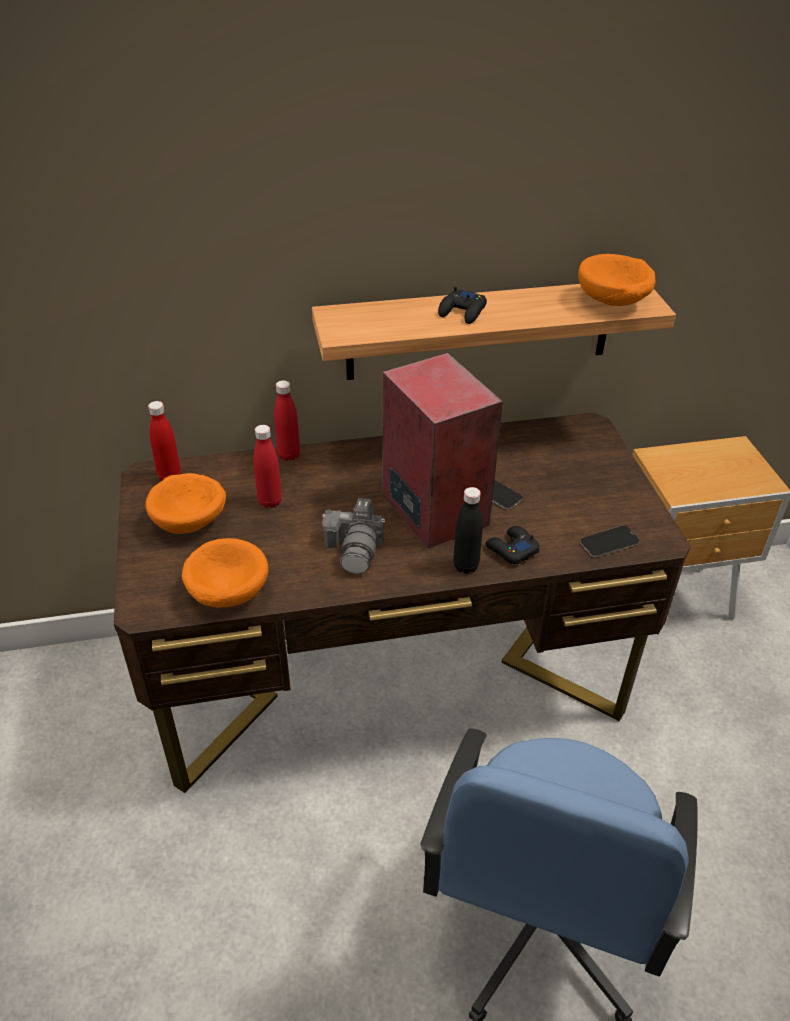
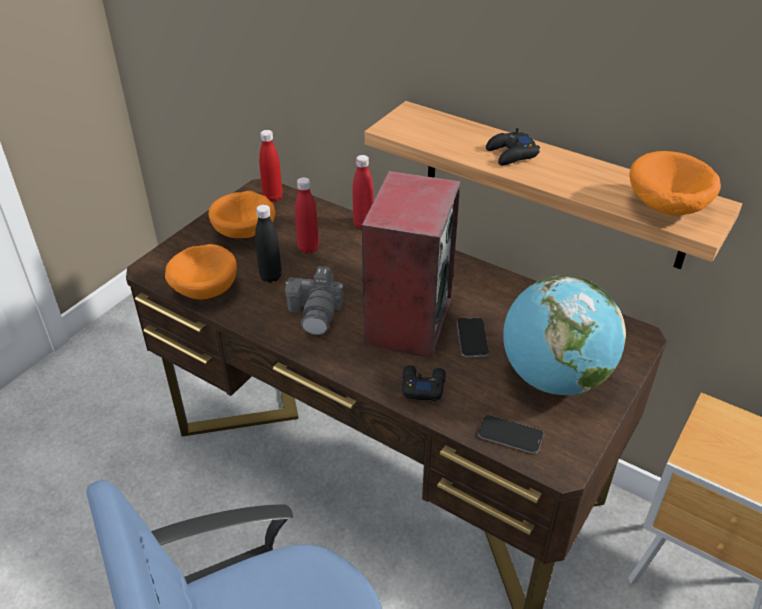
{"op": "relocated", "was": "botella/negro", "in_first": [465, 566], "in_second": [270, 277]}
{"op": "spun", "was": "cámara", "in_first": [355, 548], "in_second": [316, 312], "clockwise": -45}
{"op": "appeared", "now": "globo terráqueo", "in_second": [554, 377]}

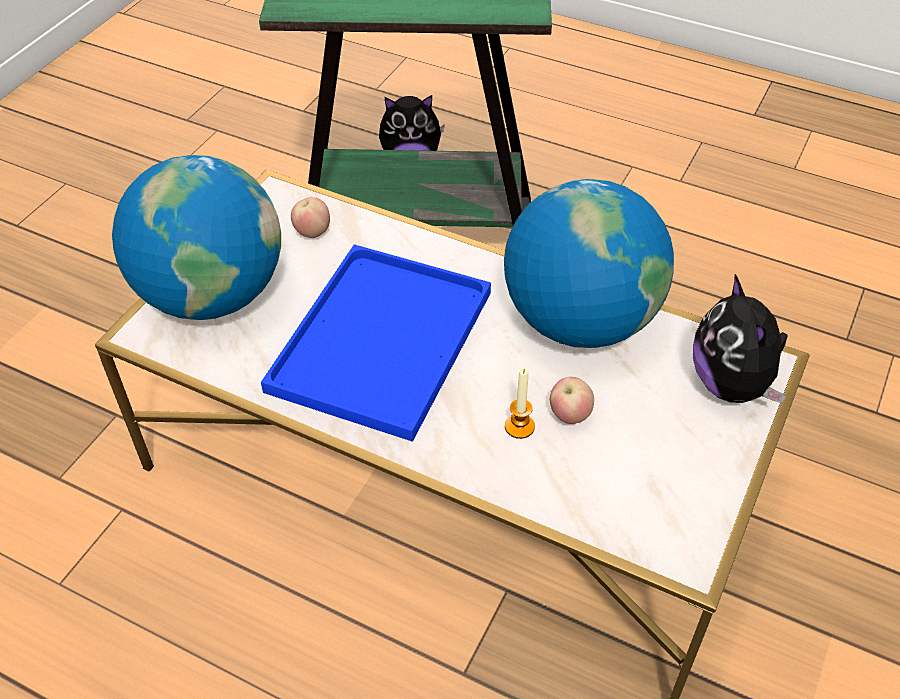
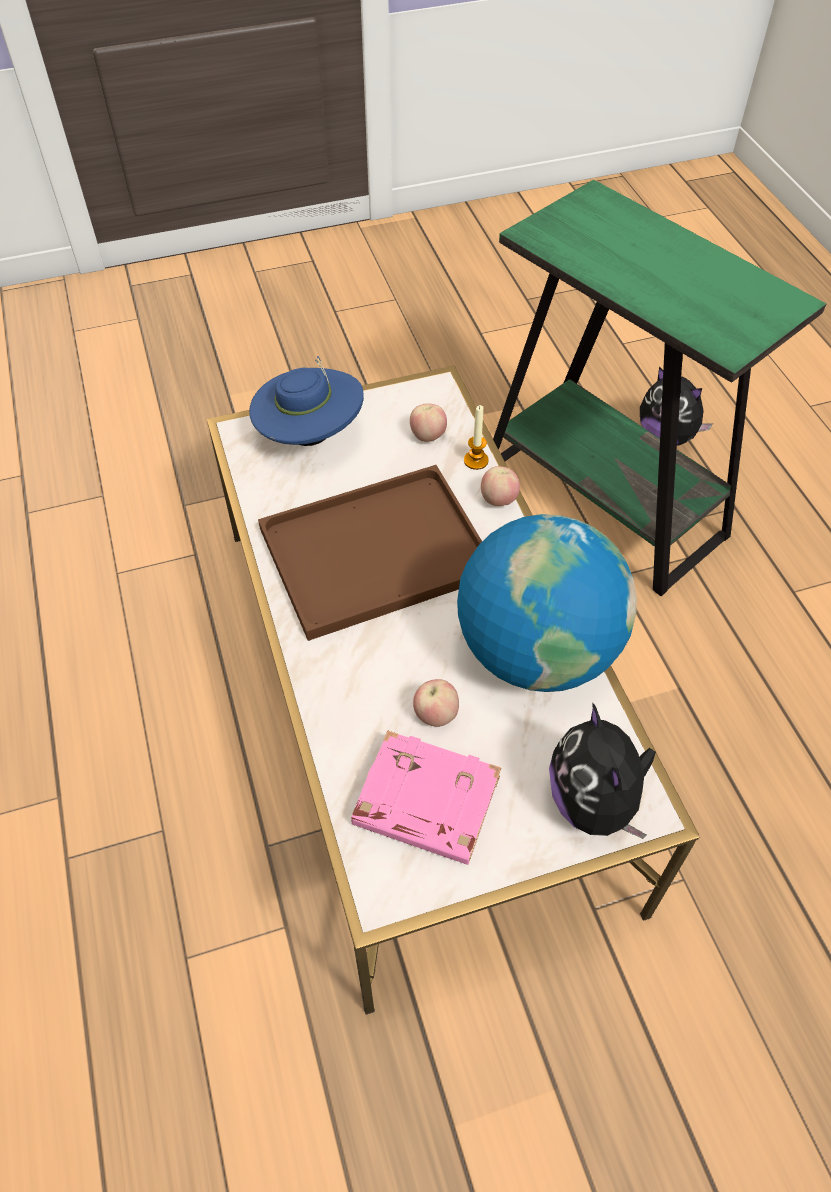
{"op": "exchanged", "was": "globo terráqueo", "now": "sombrero/azul", "in_first": [212, 295], "in_second": [310, 435]}
{"op": "colour", "was": "bandeja/azul", "now": "bandeja/marrón", "in_first": [381, 344], "in_second": [372, 555]}
{"op": "spun", "was": "peluche", "in_first": [732, 384], "in_second": [594, 802], "clockwise": -45}
{"op": "relocated", "was": "vela", "in_first": [519, 426], "in_second": [476, 460]}
{"op": "appeared", "now": "manzana", "in_second": [498, 500]}
{"op": "appeared", "now": "libro/rosa", "in_second": [424, 803]}

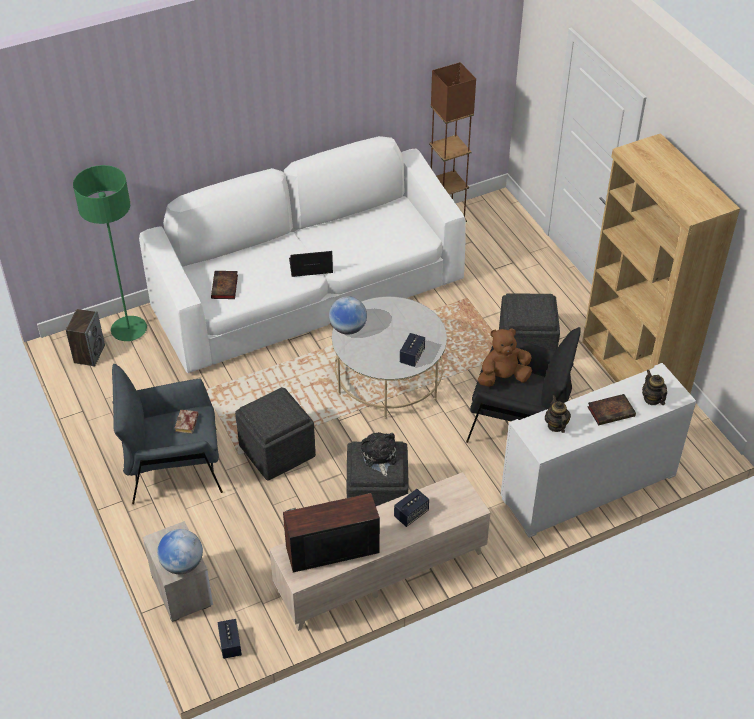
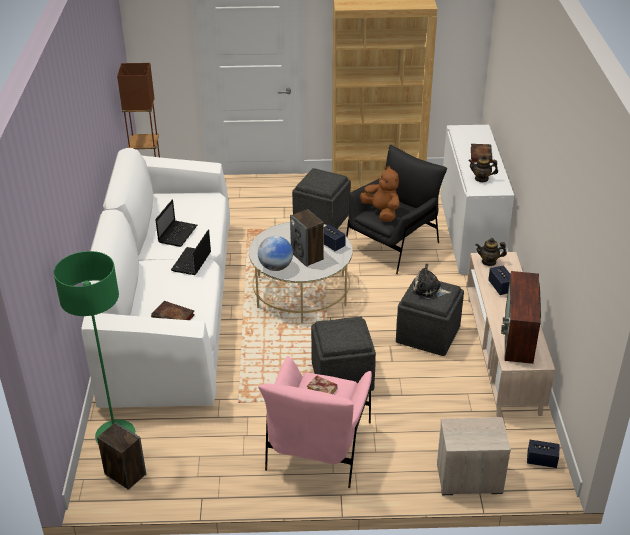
{"op": "spun", "was": "peluche/marrón", "in_first": [503, 377], "in_second": [382, 212], "clockwise": 135}
{"op": "colour", "was": "sillón/gris", "now": "sillón/rosa", "in_first": [173, 465], "in_second": [318, 447]}
{"op": "relocated", "was": "tetera", "in_first": [652, 399], "in_second": [489, 261]}
{"op": "missing", "was": "globo terráqueo", "in_first": [182, 564]}
{"op": "appeared", "now": "portátil", "in_second": [178, 233]}
{"op": "appeared", "now": "altavoz", "in_second": [307, 256]}

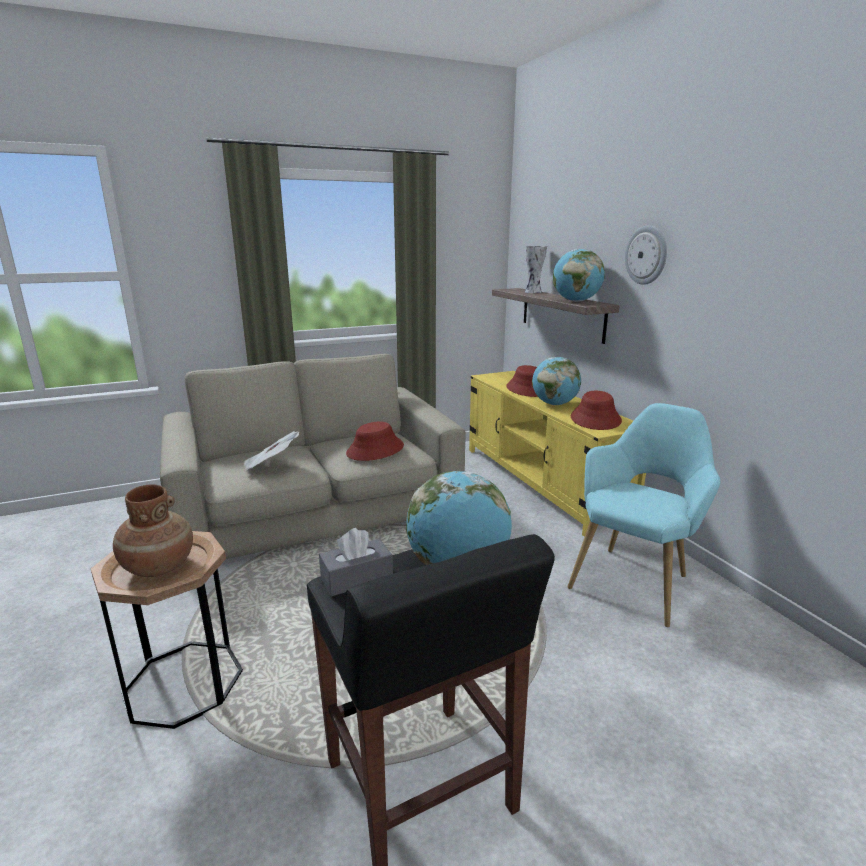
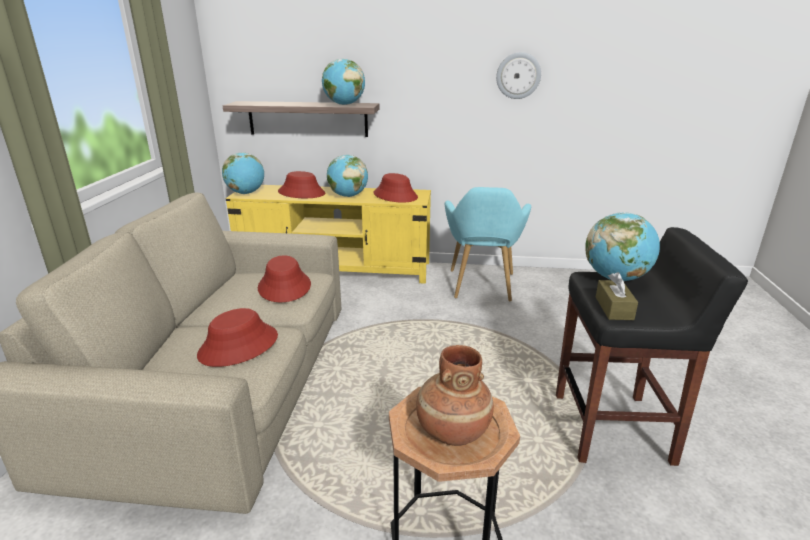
{"op": "relocated", "was": "reloj de pared", "in_first": [646, 255], "in_second": [518, 75]}
{"op": "missing", "was": "florero", "in_first": [533, 292]}
{"op": "spun", "was": "sillón/turquesa", "in_first": [635, 580], "in_second": [481, 288], "clockwise": -150}
{"op": "exchanged", "was": "periódico", "now": "sombrero/rojo", "in_first": [271, 465], "in_second": [238, 346]}
{"op": "colour", "was": "caja de pañuelos/gris", "now": "caja de pañuelos/marrón", "in_first": [356, 578], "in_second": [614, 308]}
{"op": "appeared", "now": "globo terráqueo", "in_second": [246, 193]}

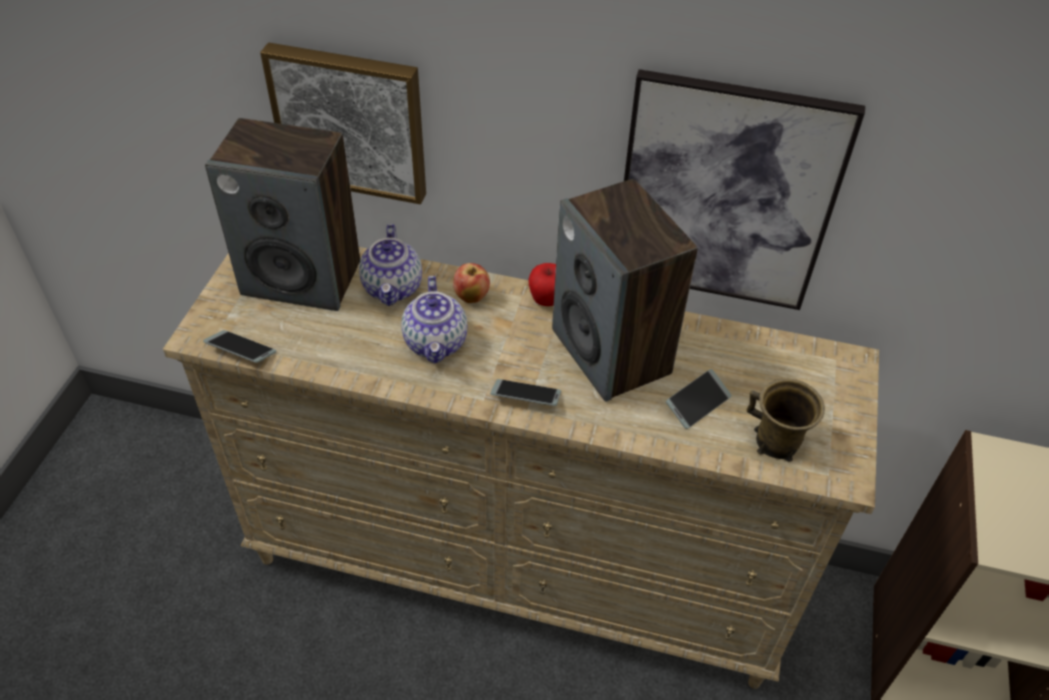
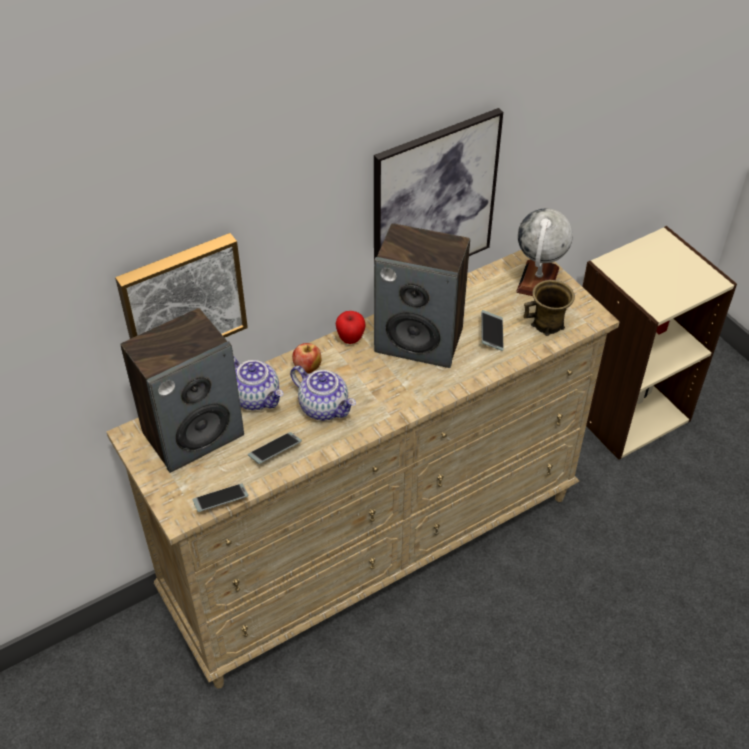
{"op": "relocated", "was": "móvil", "in_first": [525, 397], "in_second": [275, 451]}
{"op": "appeared", "now": "globo terráqueo", "in_second": [538, 280]}

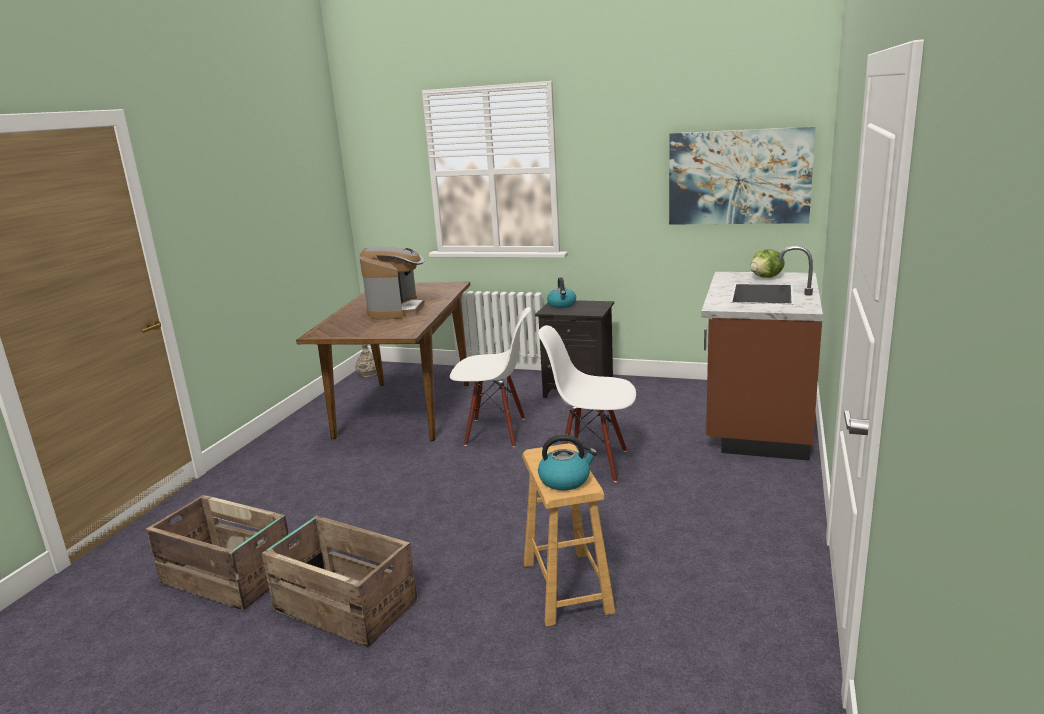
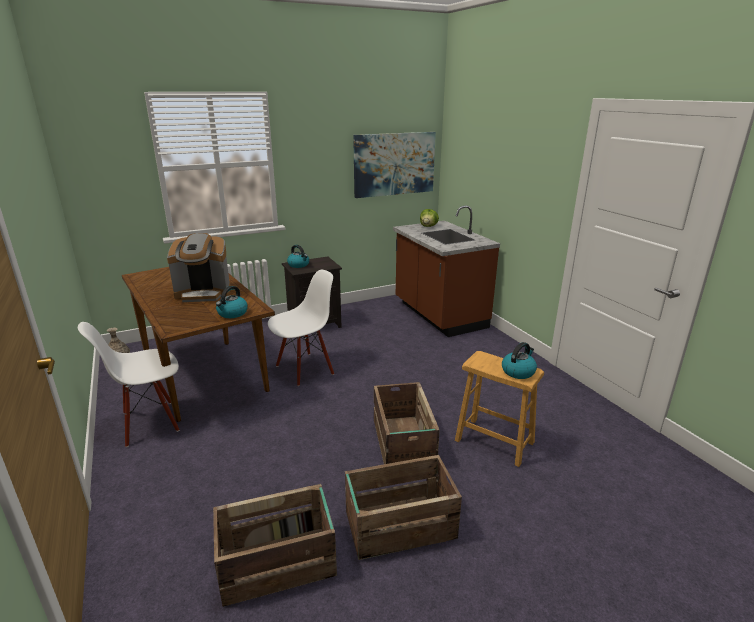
{"op": "spun", "was": "cafetera", "in_first": [397, 310], "in_second": [203, 293], "clockwise": 120}
{"op": "relocated", "was": "silla/blanco", "in_first": [592, 463], "in_second": [149, 422]}
{"op": "appeared", "now": "hervidor", "in_second": [232, 313]}
{"op": "appeared", "now": "caja de embalaje", "in_second": [402, 444]}

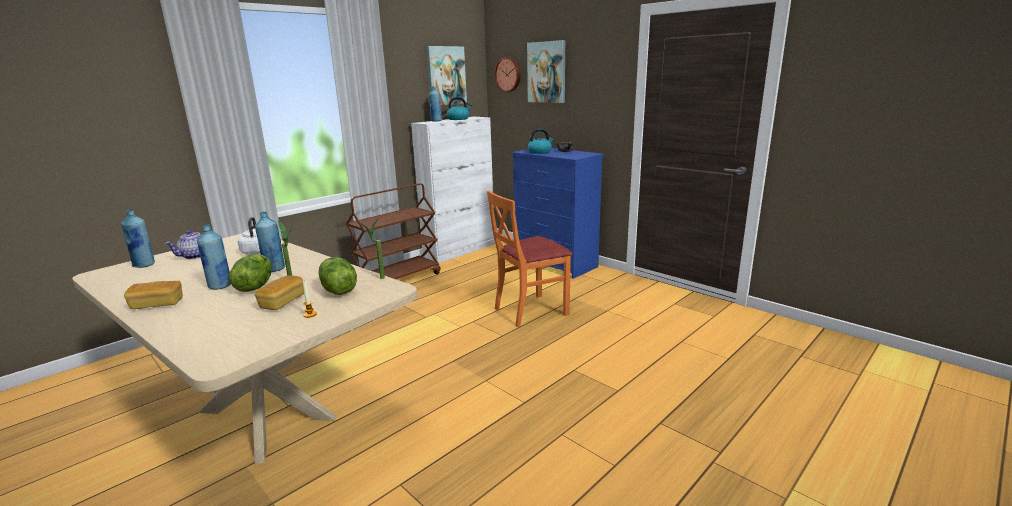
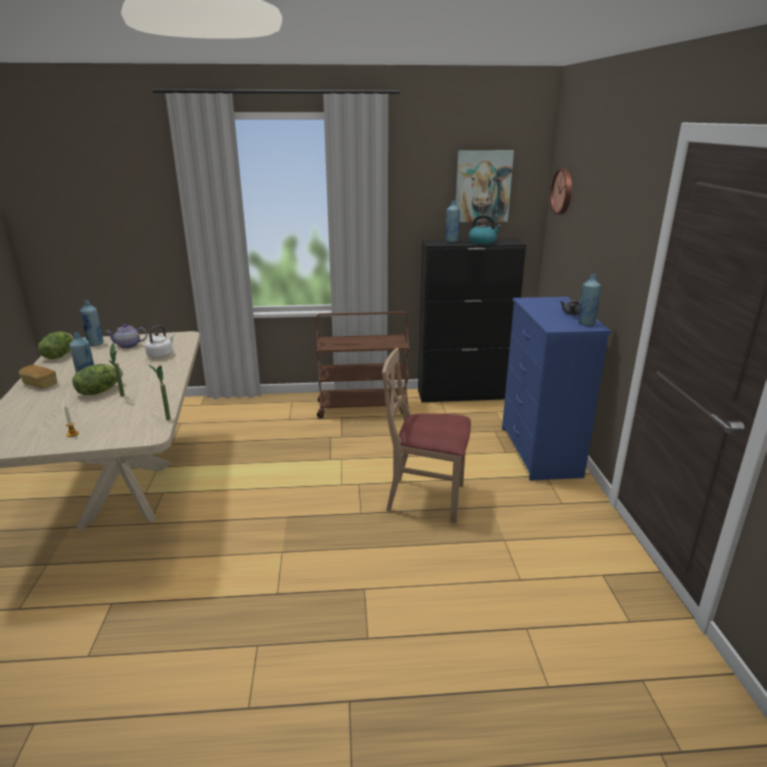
{"op": "missing", "was": "cuadro", "in_first": [547, 72]}
{"op": "colour", "was": "armario/blanco", "now": "armario/negro", "in_first": [460, 250], "in_second": [464, 394]}
{"op": "missing", "was": "hervidor", "in_first": [540, 152]}
{"op": "colour", "was": "silla/naranja", "now": "silla/beis", "in_first": [530, 310], "in_second": [426, 498]}
{"op": "relocated", "was": "botella/azul", "in_first": [274, 269], "in_second": [586, 323]}
{"op": "relocated", "was": "lechuga", "in_first": [337, 290], "in_second": [59, 355]}
{"op": "missing", "was": "pan", "in_first": [282, 302]}

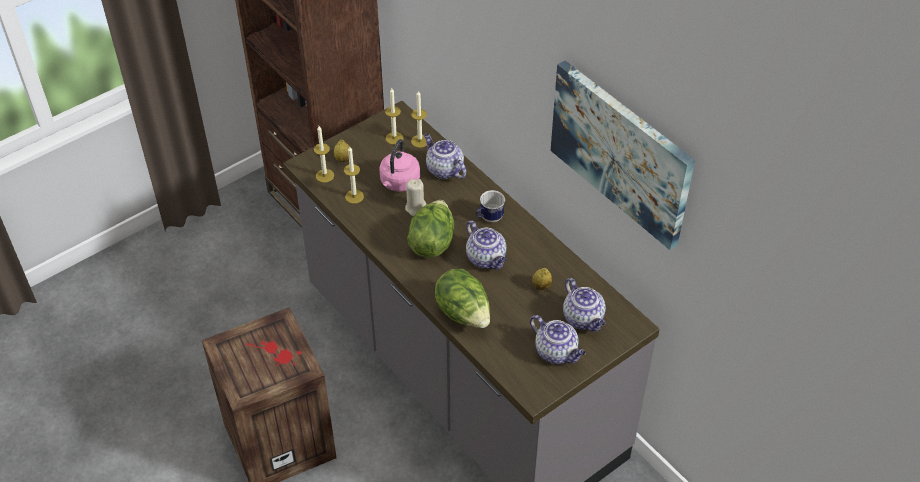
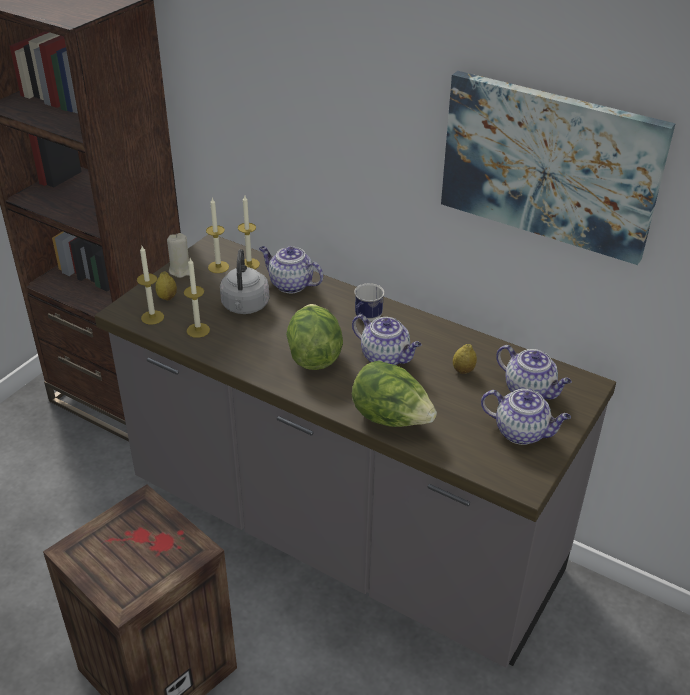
{"op": "colour", "was": "hervidor/rosa", "now": "hervidor/gris", "in_first": [399, 183], "in_second": [245, 307]}
{"op": "relocated", "was": "vela/beis", "in_first": [416, 208], "in_second": [181, 270]}

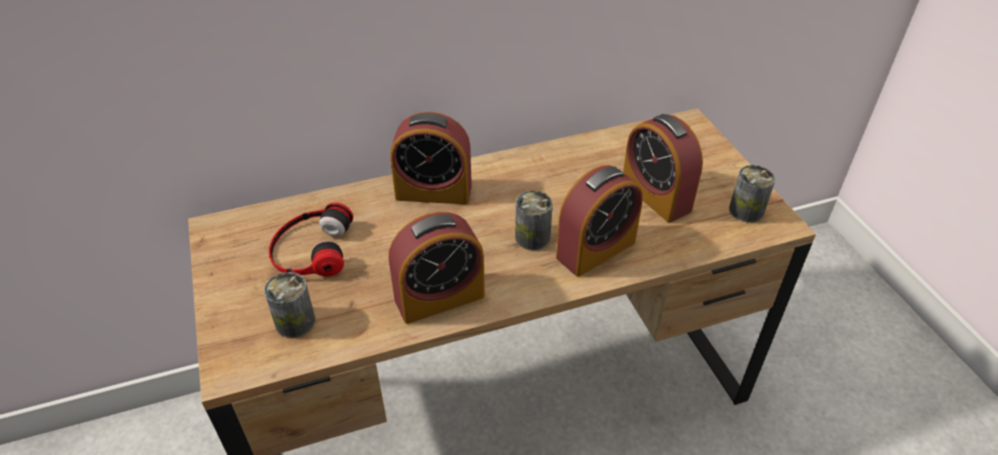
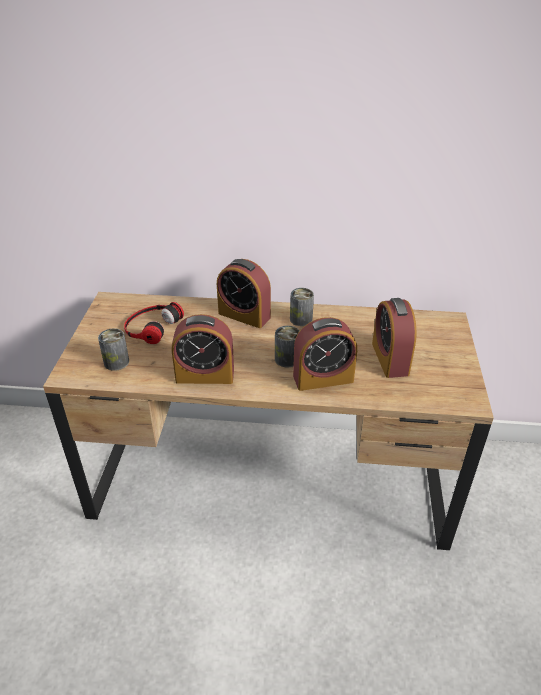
{"op": "relocated", "was": "lata", "in_first": [746, 210], "in_second": [301, 319]}

